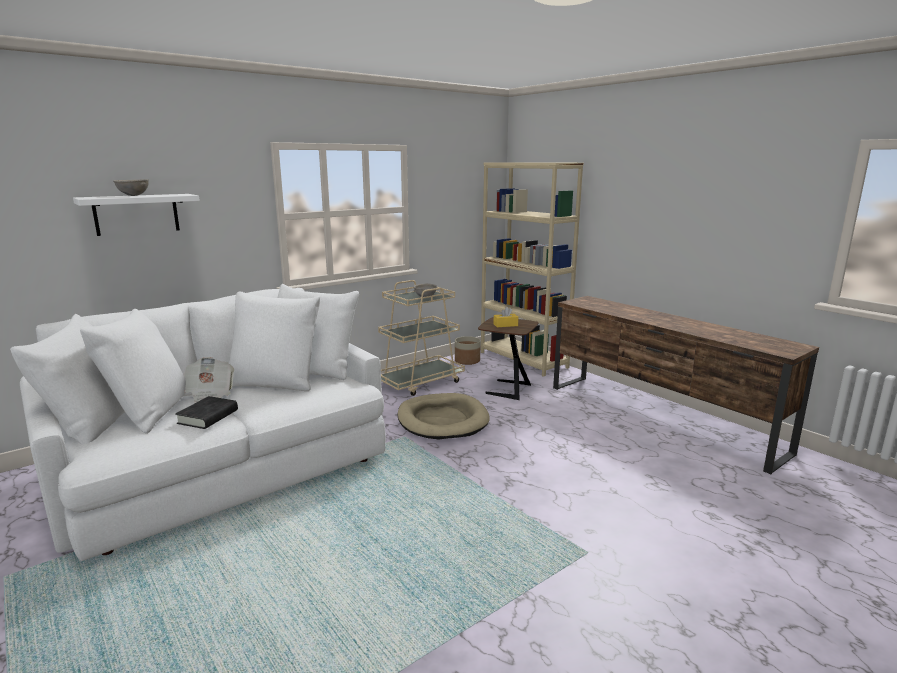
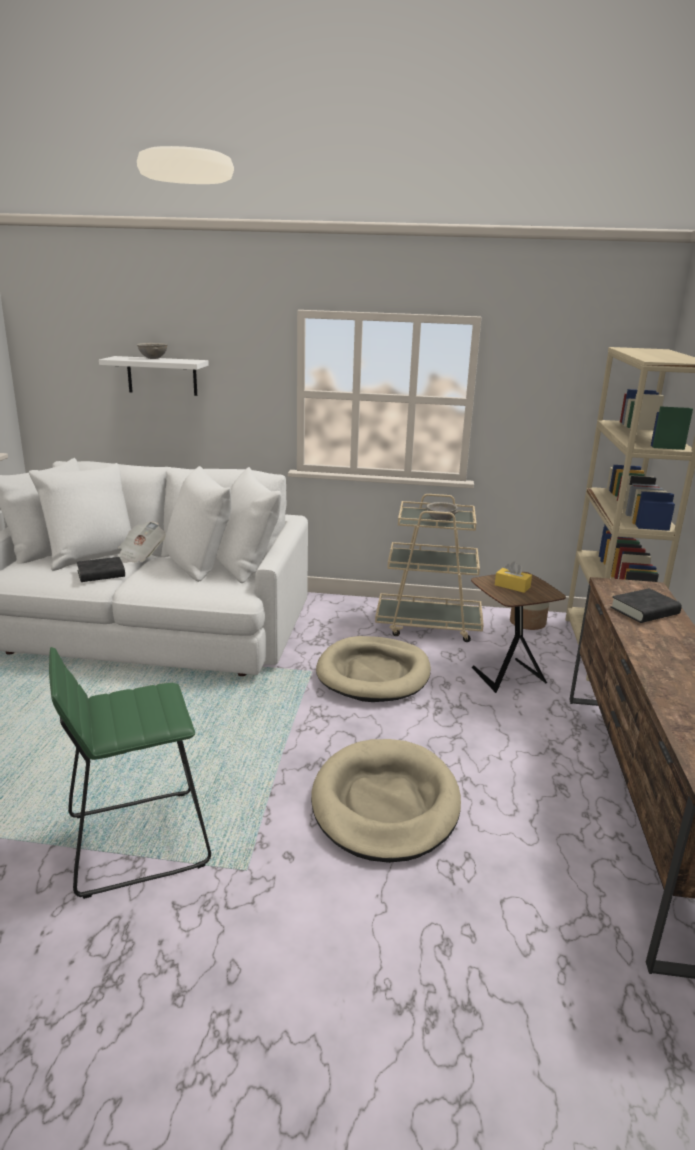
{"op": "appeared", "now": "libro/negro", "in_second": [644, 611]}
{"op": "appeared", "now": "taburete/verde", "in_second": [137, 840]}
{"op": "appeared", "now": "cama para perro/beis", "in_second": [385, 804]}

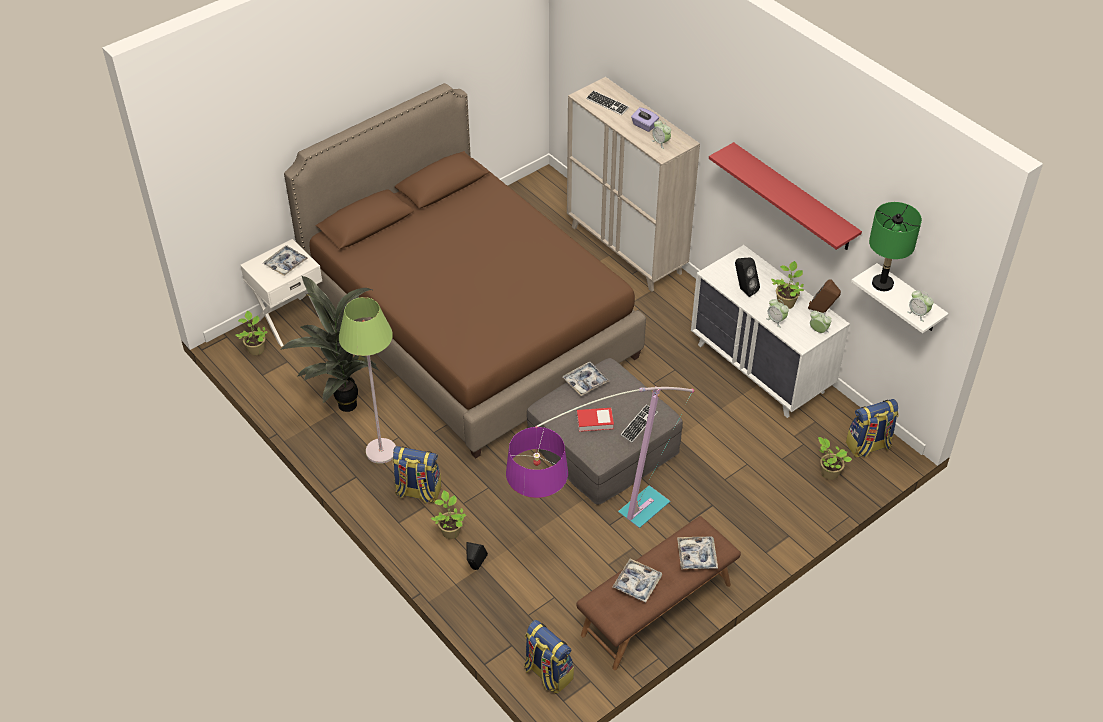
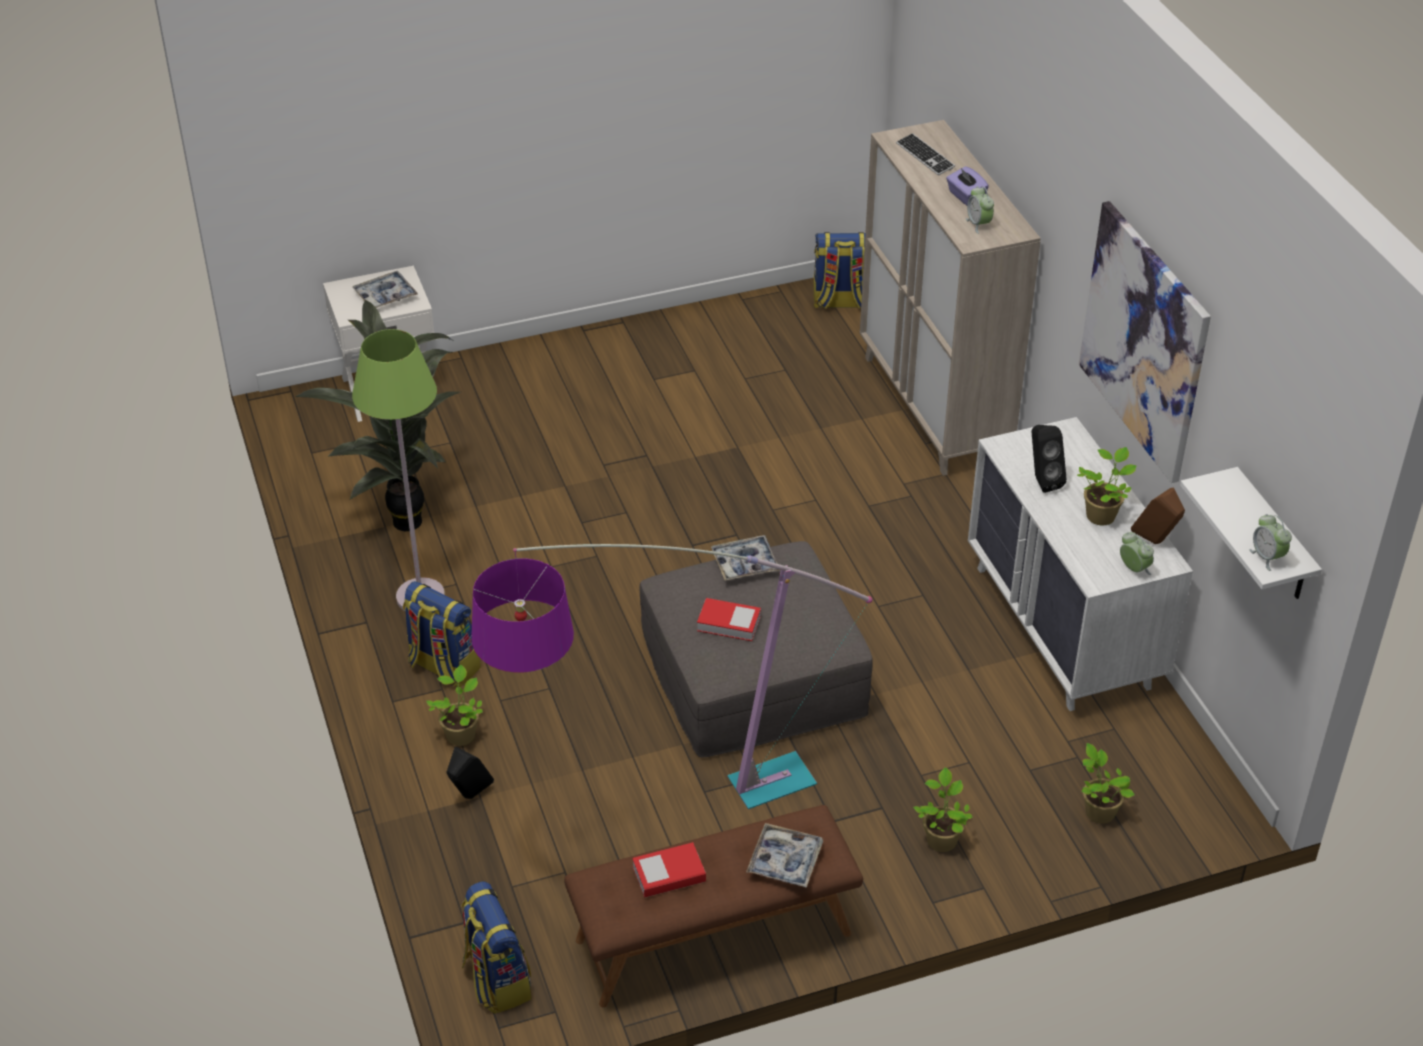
{"op": "missing", "was": "cama/marrón", "in_first": [470, 325]}
{"op": "exchanged", "was": "estante/rojo", "now": "cuadro", "in_first": [793, 197], "in_second": [1144, 341]}
{"op": "missing", "was": "lámpara de mesa/verde", "in_first": [882, 284]}
{"op": "missing", "was": "despertador", "in_first": [776, 320]}
{"op": "relocated", "was": "planta en maceta", "in_first": [256, 349], "in_second": [941, 839]}
{"op": "relocated", "was": "mochila", "in_first": [868, 446], "in_second": [840, 302]}
{"op": "missing", "was": "teclado", "in_first": [639, 424]}
{"op": "exchanged", "was": "bandeja", "now": "libro", "in_first": [637, 583], "in_second": [669, 874]}

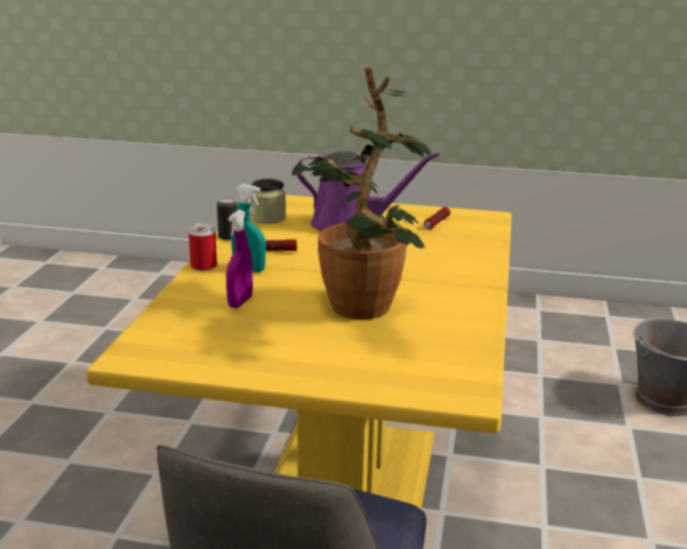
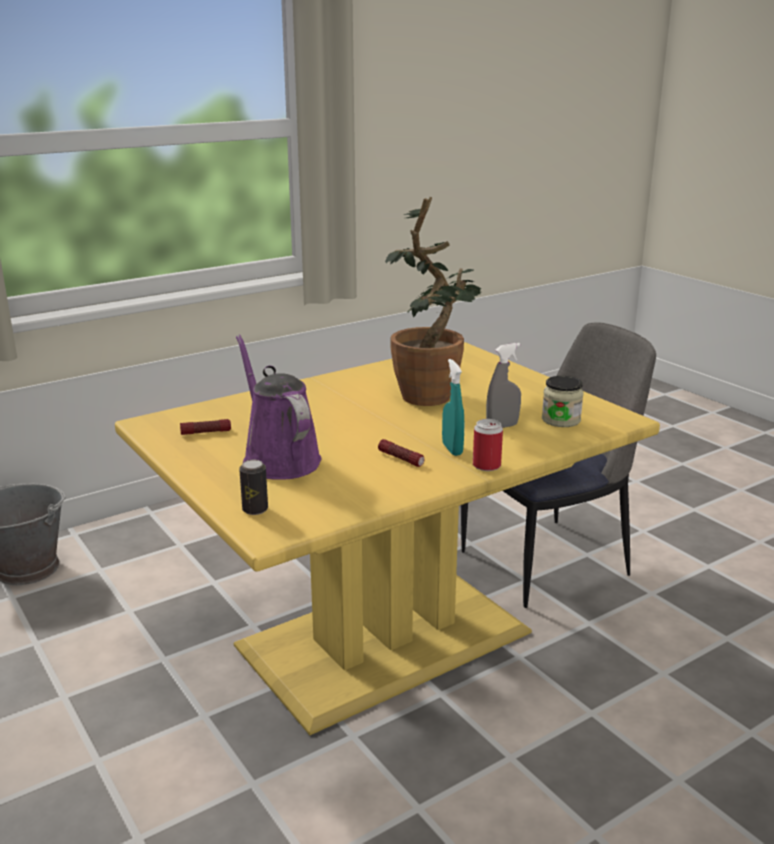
{"op": "relocated", "was": "tarro", "in_first": [268, 218], "in_second": [561, 420]}
{"op": "relocated", "was": "lata", "in_first": [228, 237], "in_second": [255, 509]}
{"op": "colour", "was": "pulverizador/morado", "now": "pulverizador/gris", "in_first": [240, 302], "in_second": [502, 426]}

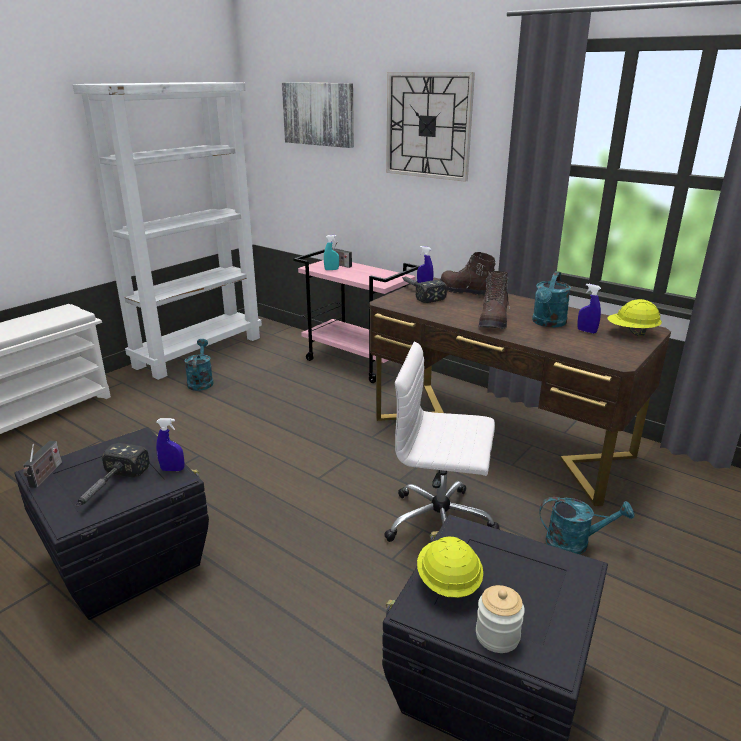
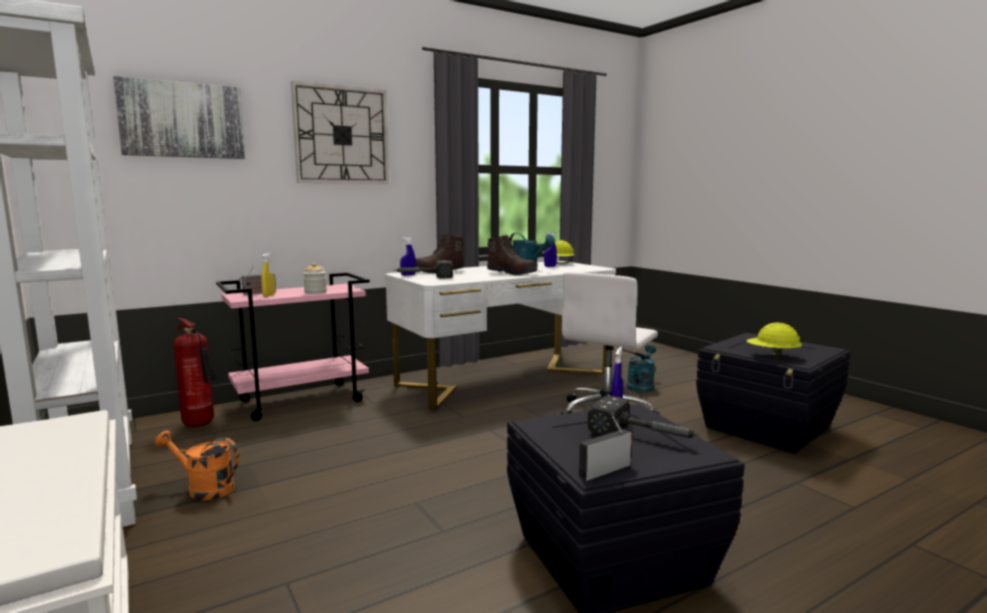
{"op": "colour", "was": "pulverizador/turquesa", "now": "pulverizador/amarillo", "in_first": [331, 269], "in_second": [269, 295]}
{"op": "colour", "was": "escritorio/marrón", "now": "escritorio/blanco", "in_first": [498, 436], "in_second": [504, 379]}
{"op": "colour", "was": "regadera/turquesa", "now": "regadera/naranja", "in_first": [201, 381], "in_second": [204, 489]}
{"op": "spun", "was": "radio", "in_first": [45, 476], "in_second": [606, 470], "clockwise": -60}
{"op": "relocated", "was": "tarro", "in_first": [497, 635], "in_second": [315, 292]}
{"op": "appeared", "now": "extintor", "in_second": [201, 425]}

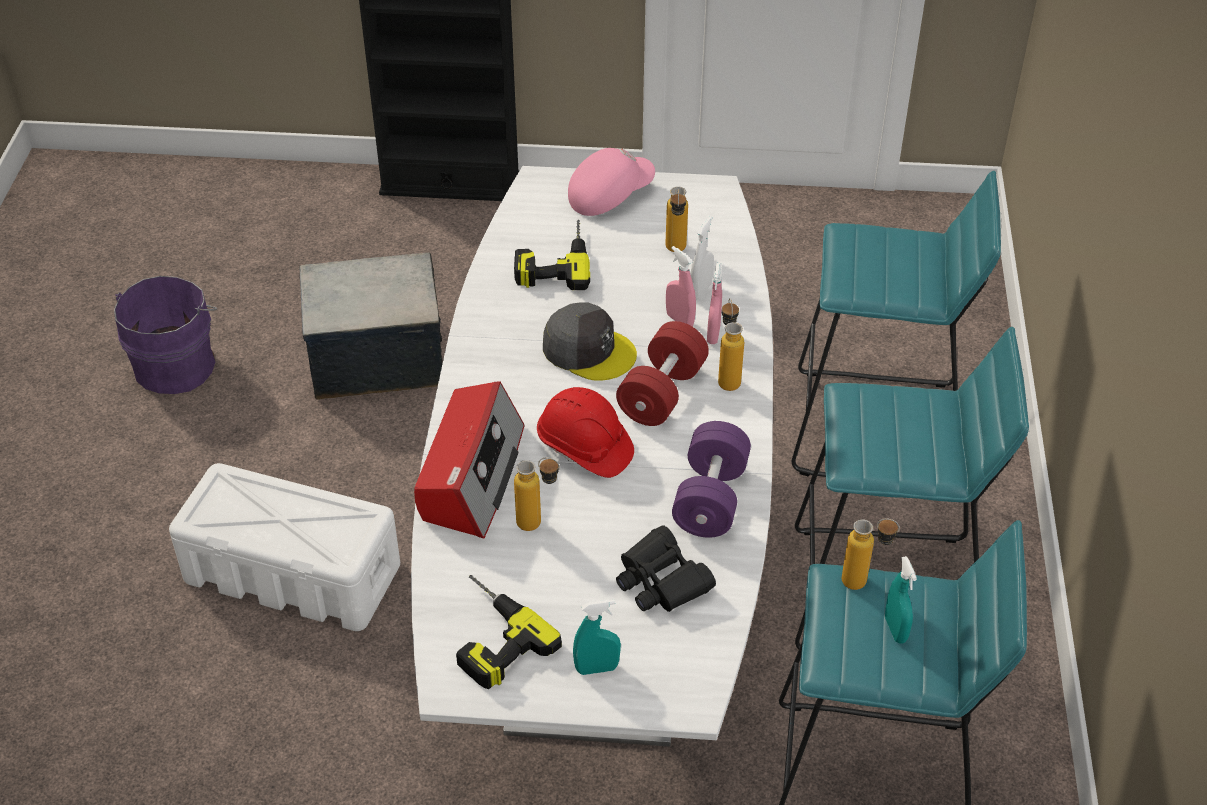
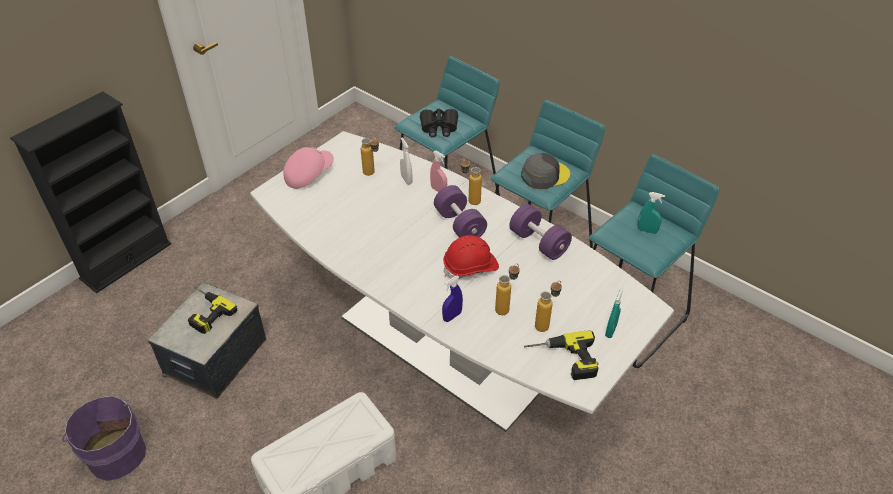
{"op": "spun", "was": "gorra/rosa", "in_first": [609, 195], "in_second": [308, 175], "clockwise": 45}
{"op": "relocated", "was": "taladro", "in_first": [552, 260], "in_second": [204, 311]}
{"op": "missing", "was": "pulverizador/rosa", "in_first": [679, 320]}
{"op": "relocated", "was": "gorra/gris", "in_first": [588, 350], "in_second": [544, 175]}
{"op": "colour", "was": "mancuerna/rojo", "now": "mancuerna/morado", "in_first": [662, 393], "in_second": [459, 225]}
{"op": "exchanged", "was": "radio", "now": "pulverizador/azul", "in_first": [471, 475], "in_second": [452, 316]}
{"op": "relocated", "was": "botella", "in_first": [864, 583], "in_second": [546, 324]}
{"op": "relocated", "was": "prismáticos/negro", "in_first": [661, 581], "in_second": [439, 127]}

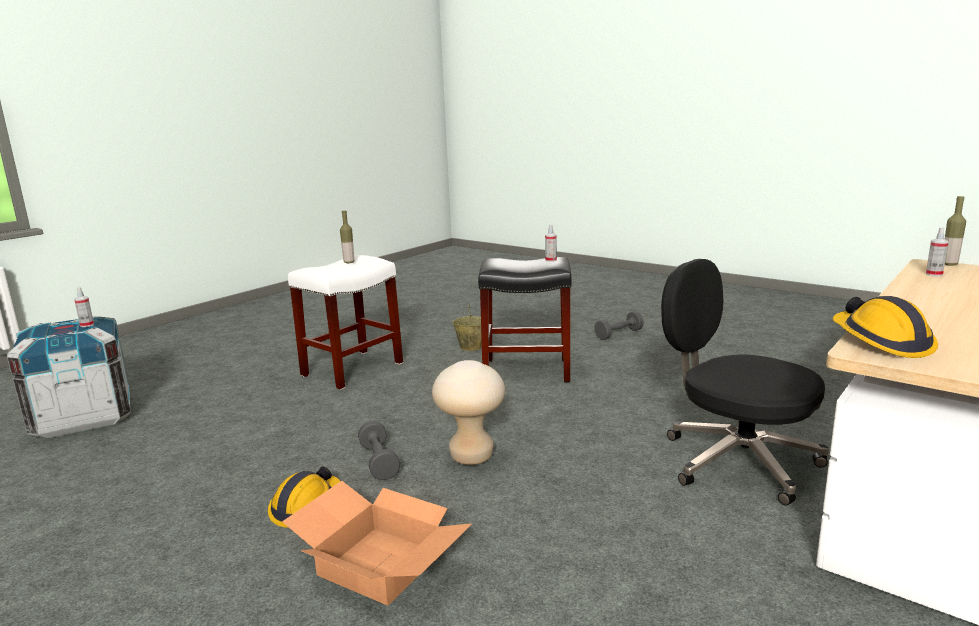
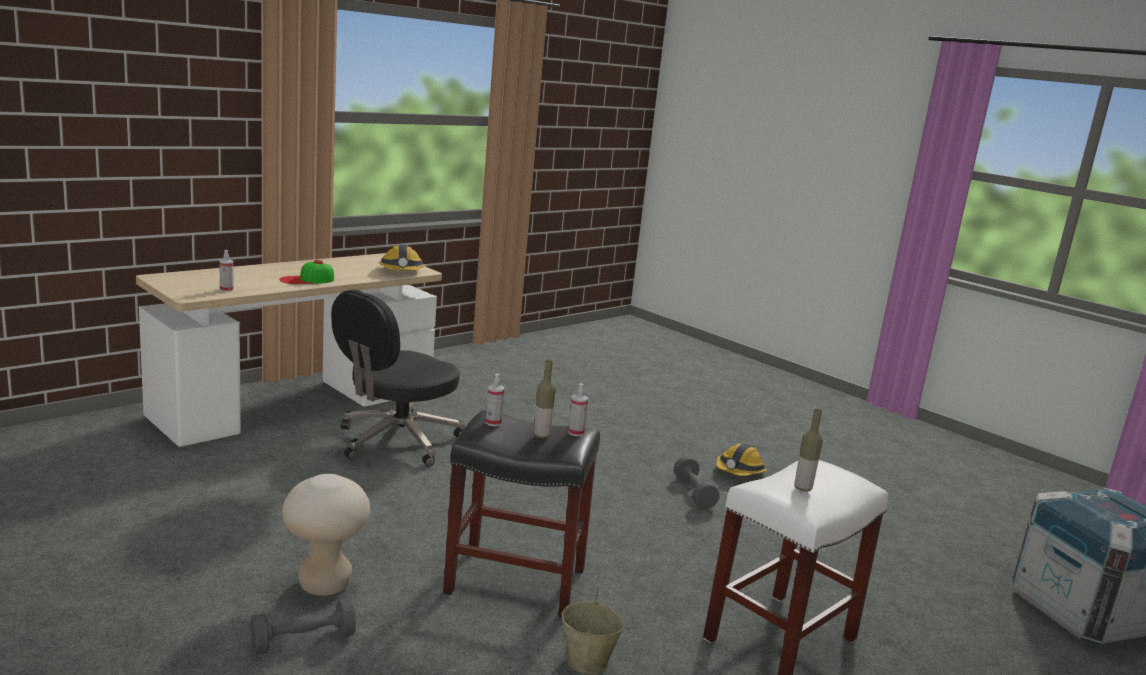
{"op": "relocated", "was": "botella", "in_first": [949, 264], "in_second": [541, 435]}
{"op": "spun", "was": "silla de oficina/negro", "in_first": [736, 461], "in_second": [396, 441], "clockwise": 75}
{"op": "relocated", "was": "pulverizador", "in_first": [87, 325], "in_second": [576, 433]}
{"op": "relocated", "was": "taburete/beis", "in_first": [471, 456], "in_second": [325, 584]}
{"op": "missing", "was": "caja de cartón", "in_first": [377, 564]}
{"op": "appeared", "now": "gorra", "in_second": [307, 280]}

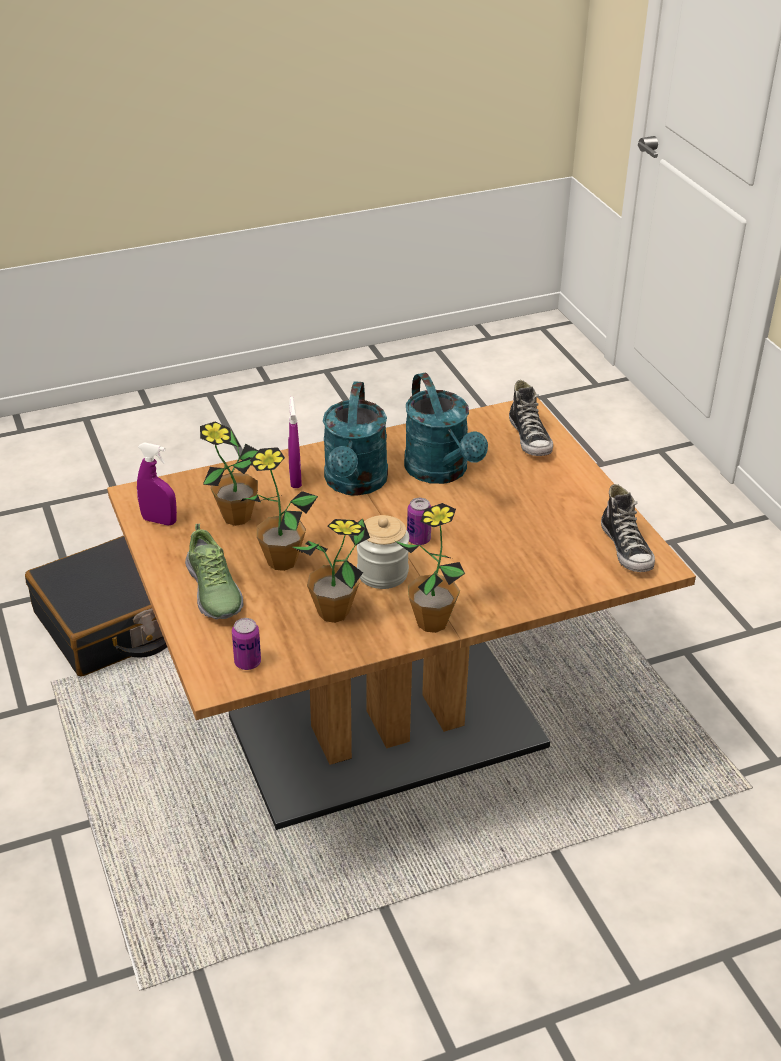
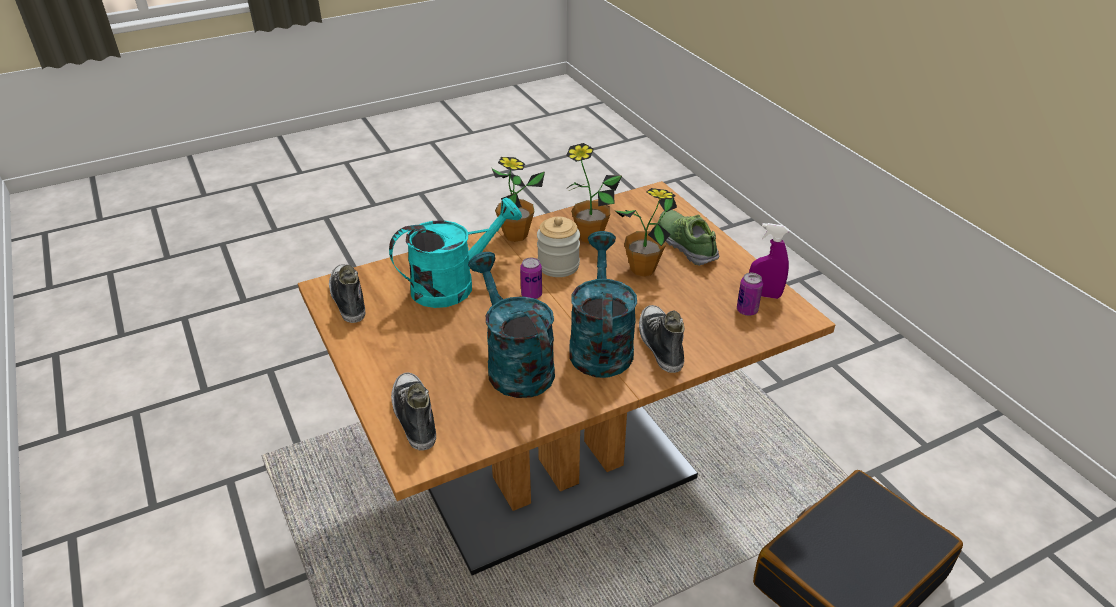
{"op": "exchanged", "was": "pulverizador/morado", "now": "zapato", "in_first": [295, 479], "in_second": [660, 344]}
{"op": "missing", "was": "planta en maceta", "in_first": [236, 517]}
{"op": "relocated", "was": "lata", "in_first": [247, 662], "in_second": [747, 310]}
{"op": "appeared", "now": "regadera/turquesa", "in_second": [454, 285]}

